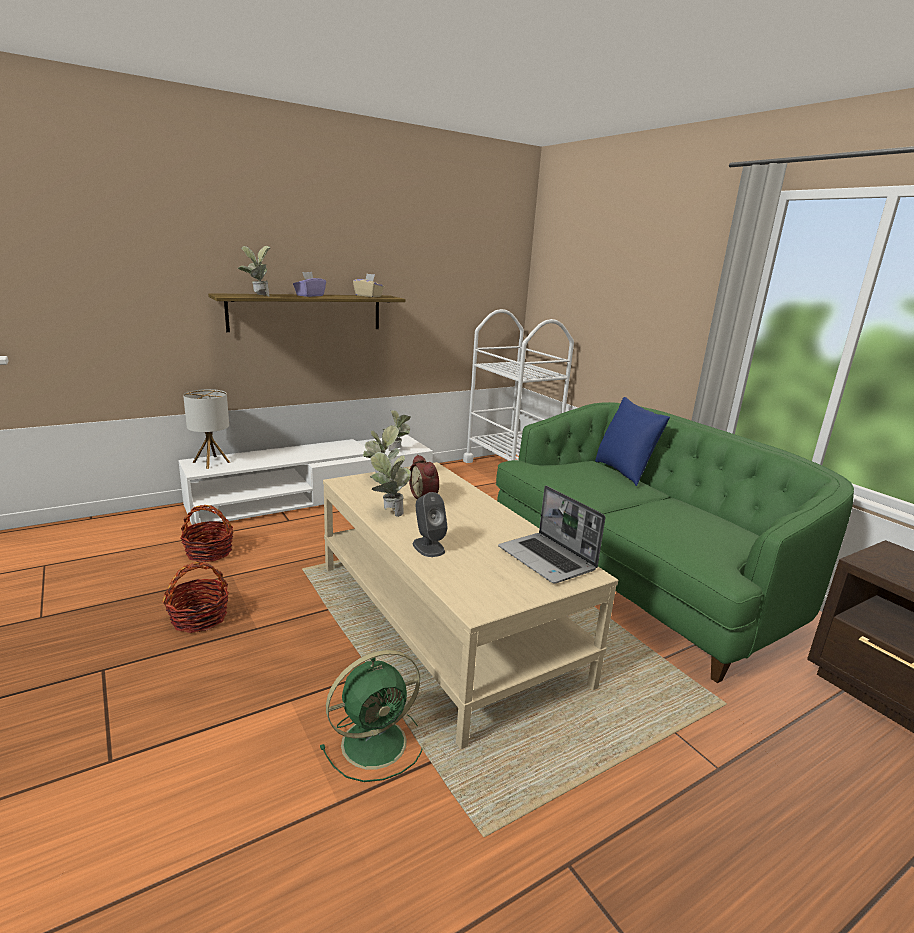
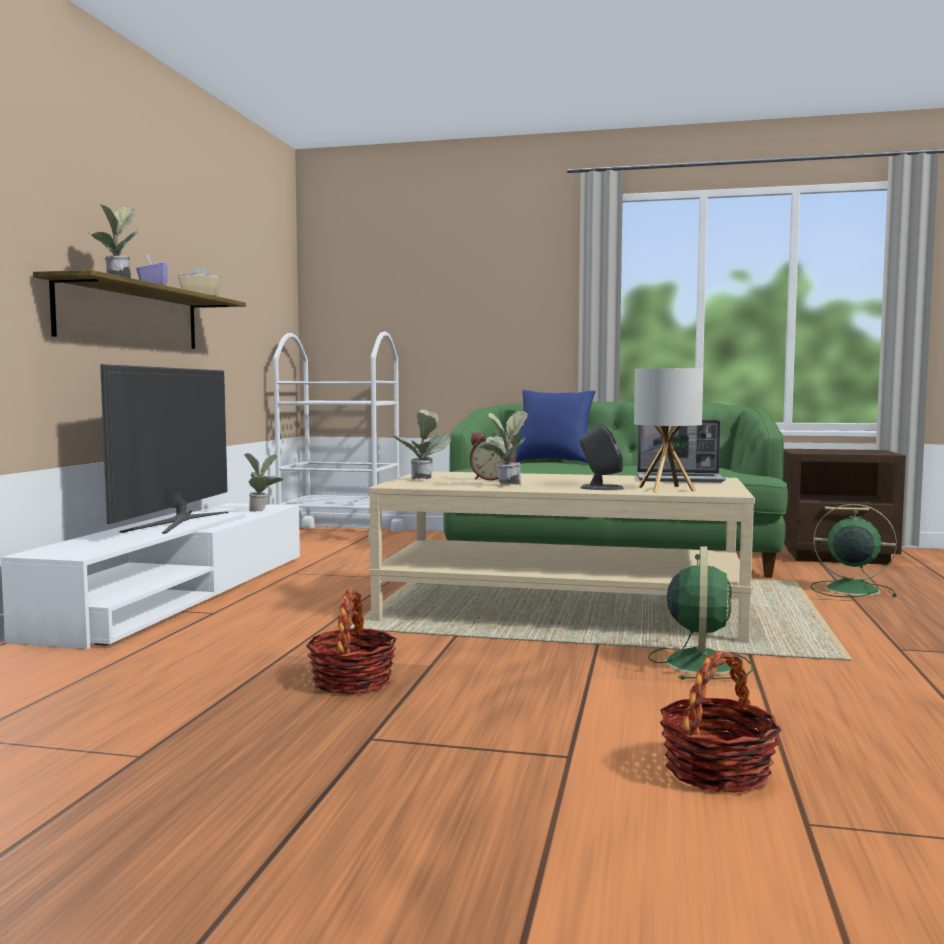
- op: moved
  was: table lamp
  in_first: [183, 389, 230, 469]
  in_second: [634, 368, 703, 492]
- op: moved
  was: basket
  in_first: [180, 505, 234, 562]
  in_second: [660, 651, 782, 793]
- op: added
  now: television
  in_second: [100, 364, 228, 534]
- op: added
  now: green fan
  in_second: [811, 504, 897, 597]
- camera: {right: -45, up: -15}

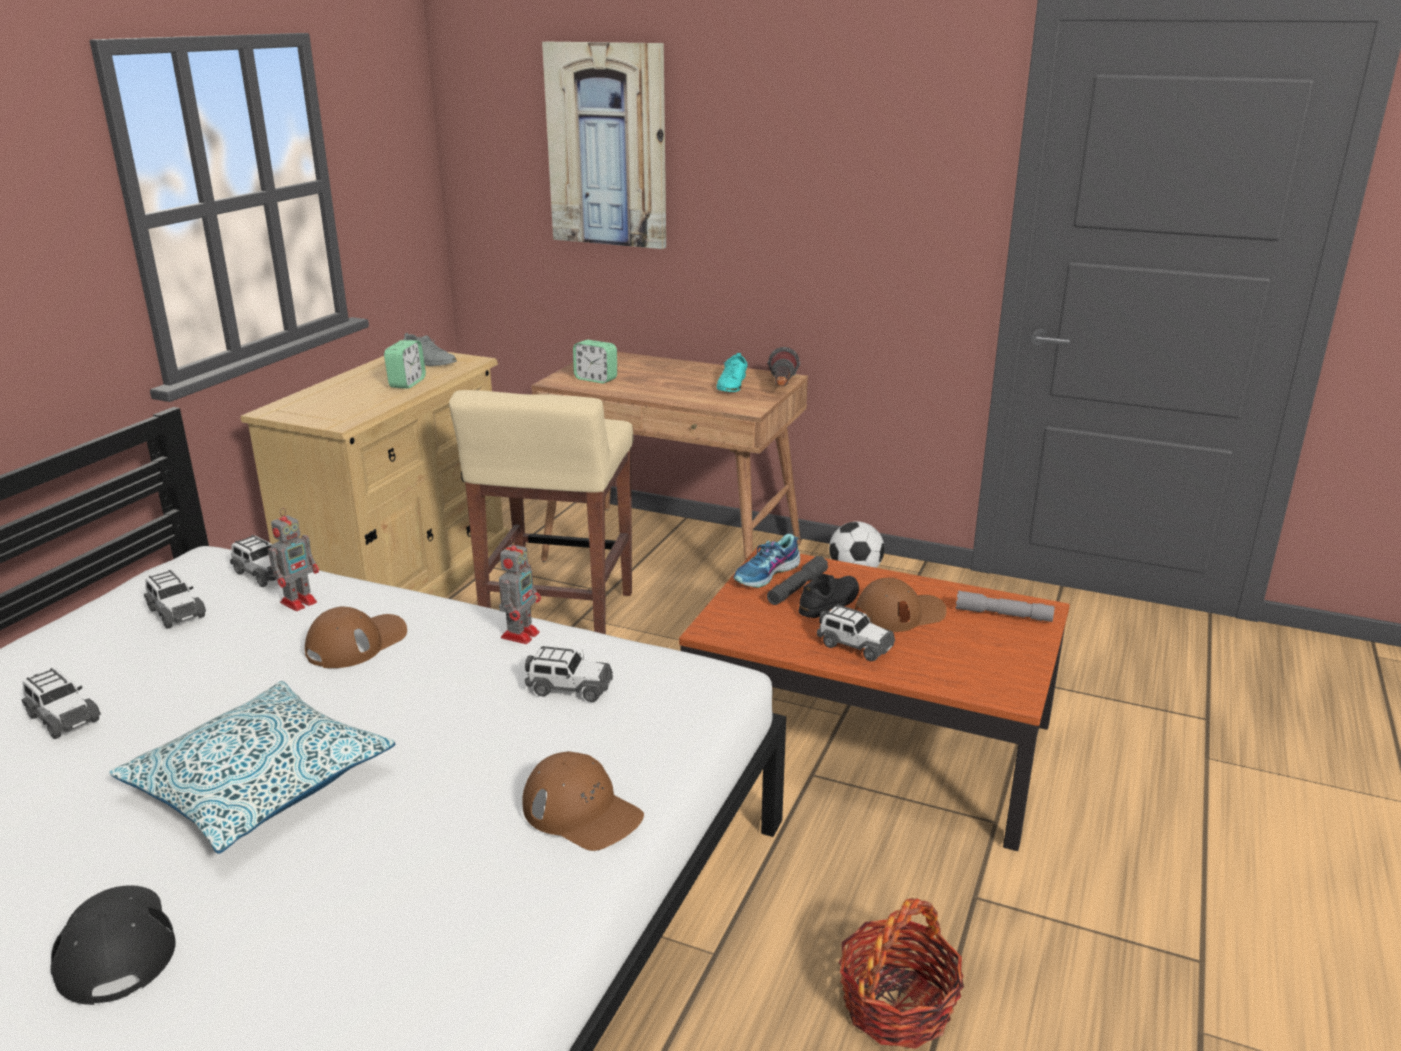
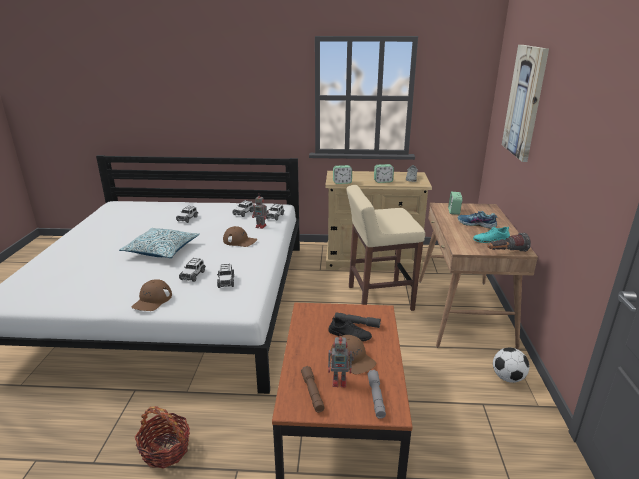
- op: moved
  was: shoe
  in_first: [734, 534, 800, 588]
  in_second: [458, 211, 498, 229]
- op: moved
  was: toy robot
  in_first: [499, 537, 541, 644]
  in_second: [328, 334, 354, 387]
- op: moved
  was: toy car
  in_first: [817, 605, 895, 661]
  in_second: [179, 258, 206, 282]
- op: removed
  was: black cap
  in_first: [50, 885, 176, 1005]
- op: added
  now: alarm clock
  in_second: [333, 165, 352, 184]
- op: added
  now: brown flashlight
  in_second: [301, 366, 325, 413]
- camera: {right: 70, up: 0}

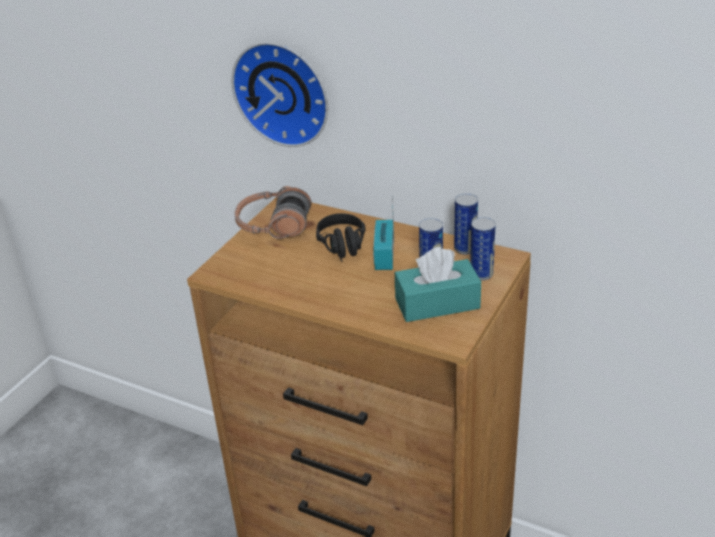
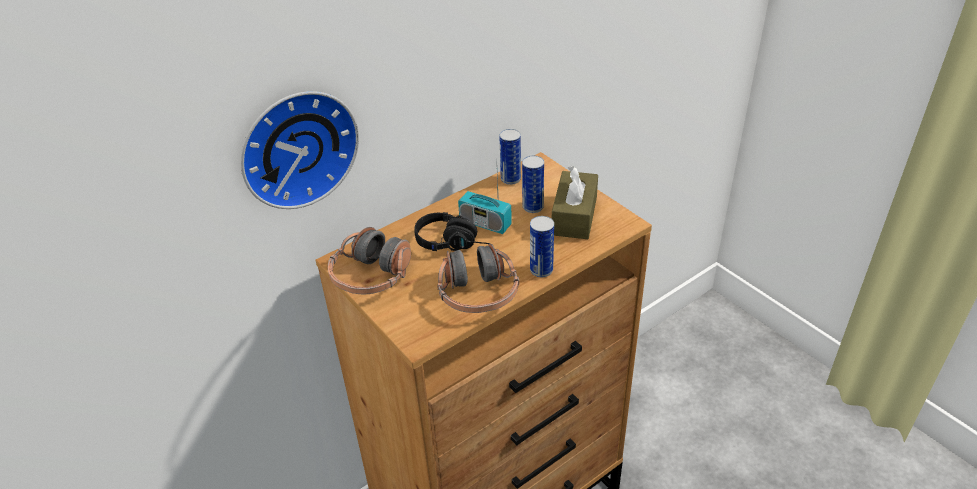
- op: moved
  was: can
  in_first: [470, 217, 496, 280]
  in_second: [530, 216, 554, 277]
- op: recoloured
  was: turquoise tissue box
  now: brown tissue box
  in_first: [395, 247, 481, 322]
  in_second: [552, 166, 598, 239]
- op: added
  now: headphones
  in_second: [438, 243, 519, 313]
- camera: {right: -65, up: 5}

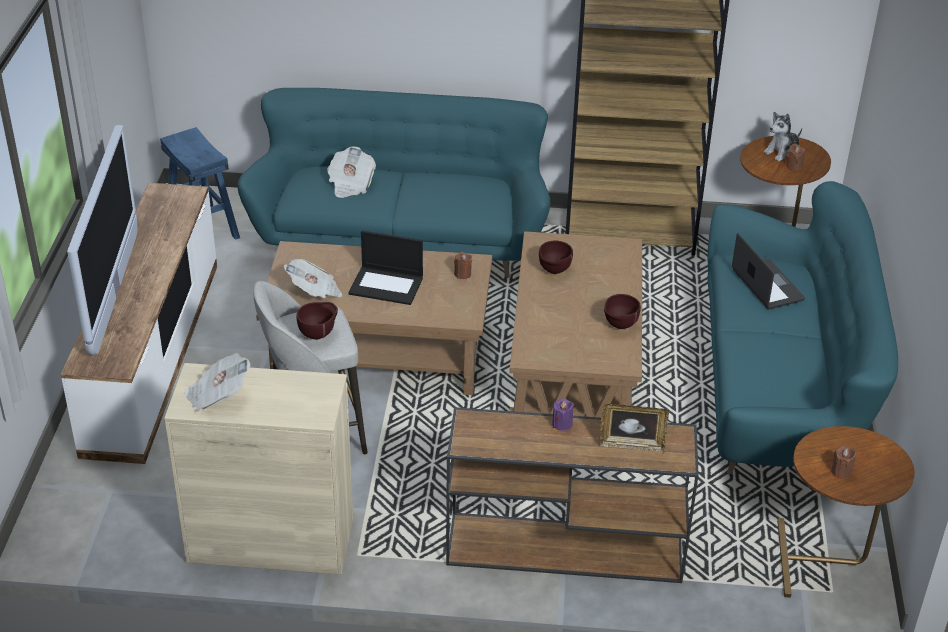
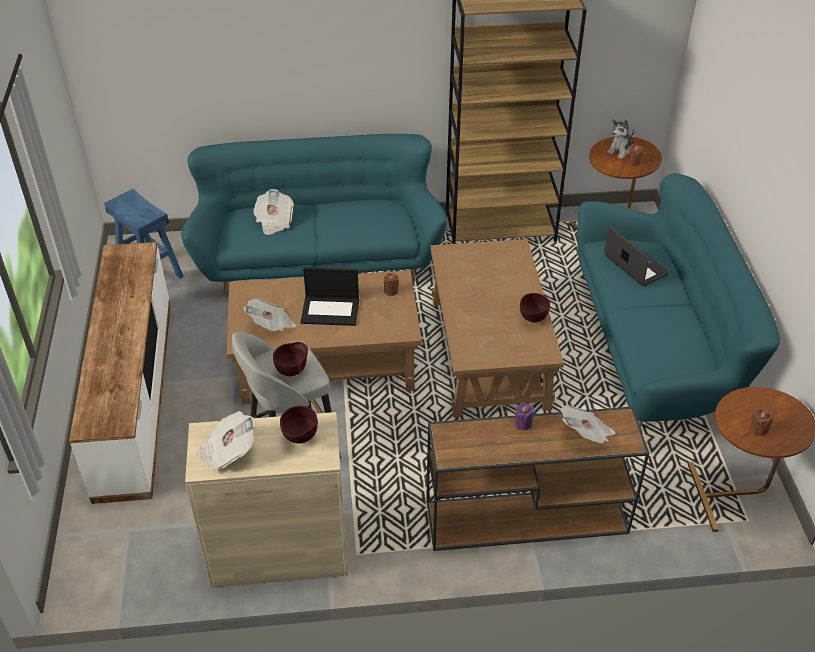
- op: removed
  was: television
  in_first: [67, 125, 137, 356]
- op: moved
  was: brown bowl
  in_first: [539, 241, 573, 274]
  in_second: [280, 406, 318, 443]
- op: replaced
  was: picture frame
  now: newspaper
  in_first: [599, 404, 669, 453]
  in_second: [561, 405, 615, 444]
- camera: {right: -10, up: 5}

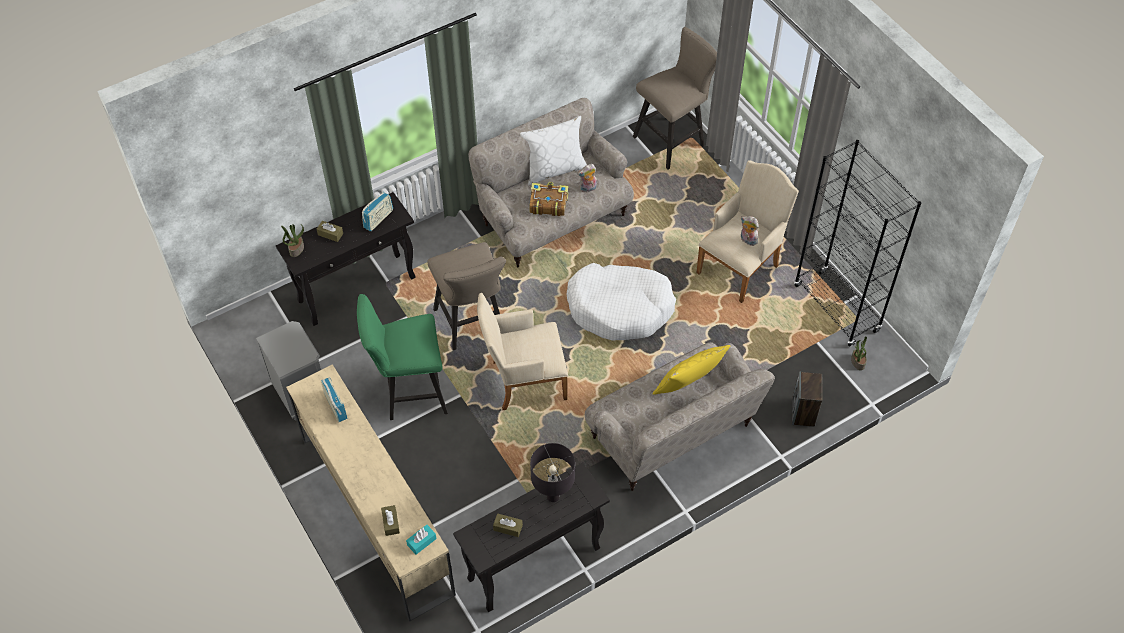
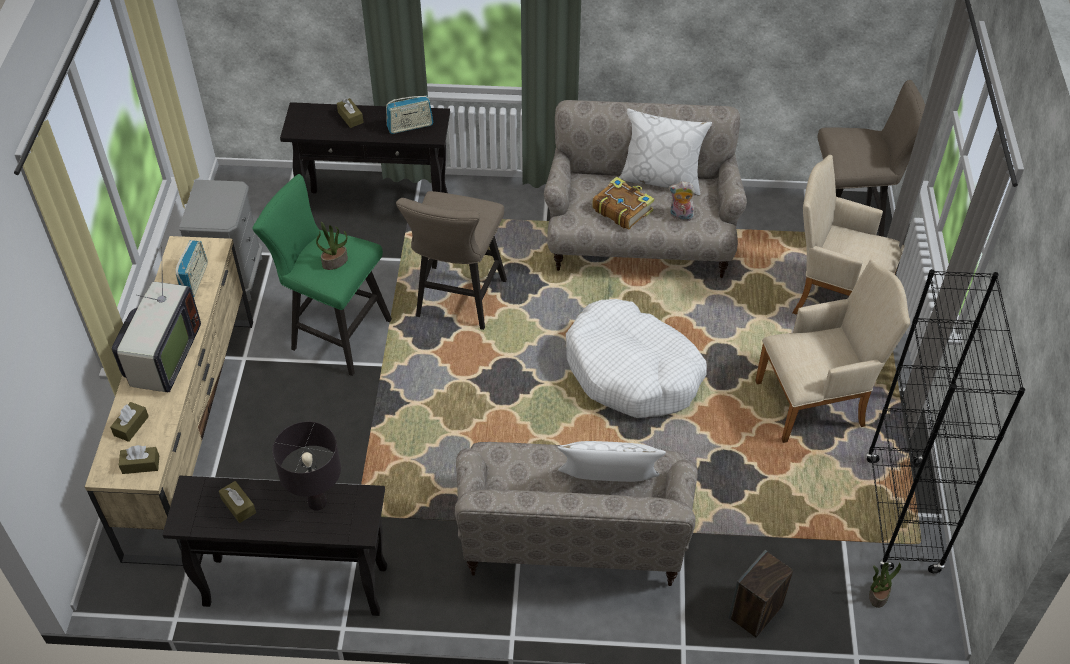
- op: removed
  was: plush toy
  in_first: [741, 216, 759, 246]
- op: moved
  was: potted plant
  in_first: [281, 224, 304, 257]
  in_second: [316, 222, 348, 270]
- op: moved
  was: beige armchair
  in_first: [477, 293, 568, 410]
  in_second: [792, 155, 905, 315]
- op: recoloured
  was: yellow pillow
  now: white pillow
  in_first: [653, 345, 731, 395]
  in_second: [558, 441, 666, 482]
- op: recoloured
  was: turquoise tissue box
  now: brown tissue box
  in_first: [406, 525, 437, 555]
  in_second: [119, 445, 159, 474]
- op: added
  now: television
  in_second: [112, 247, 201, 392]
- camera: {right: 35, up: -5}

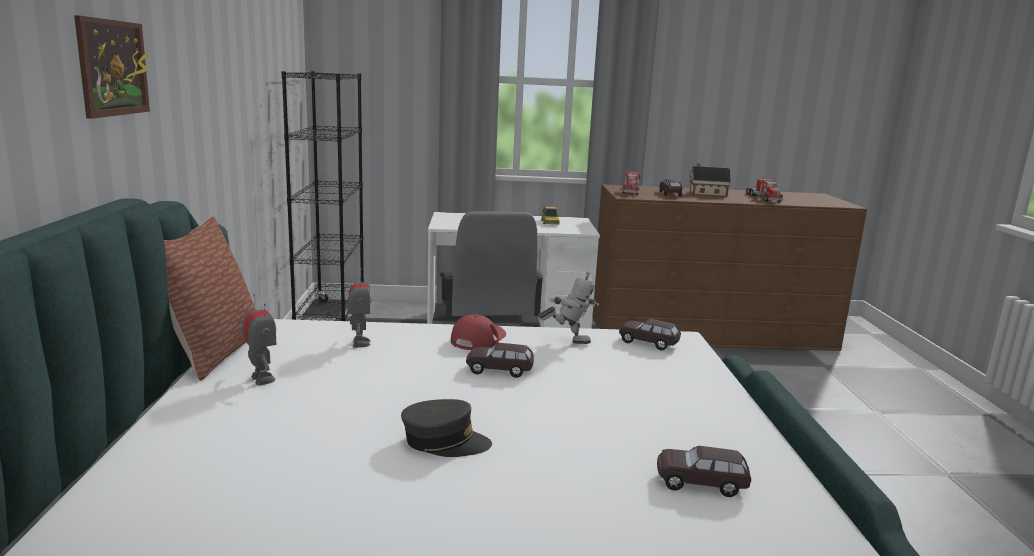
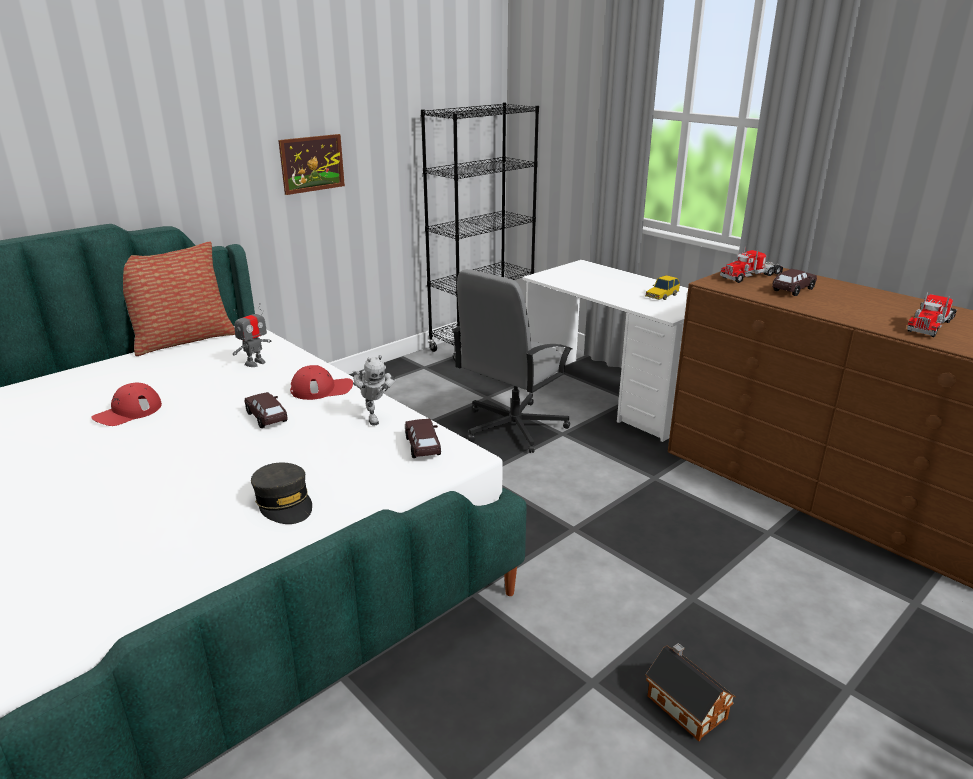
- op: moved
  was: picture
  in_first: [74, 15, 150, 119]
  in_second: [278, 134, 345, 195]
- op: moved
  was: toy house
  in_first: [689, 163, 731, 197]
  in_second: [645, 643, 736, 741]
- op: removed
  was: toy robot
  in_first: [242, 294, 276, 386]
- op: moved
  was: grey cap
  in_first: [401, 399, 492, 457]
  in_second: [251, 463, 312, 524]
- op: removed
  was: brown toy car
  in_first: [657, 446, 751, 497]
- op: added
  now: red cap
  in_second: [91, 383, 162, 426]
- camera: {right: 50, up: 10}

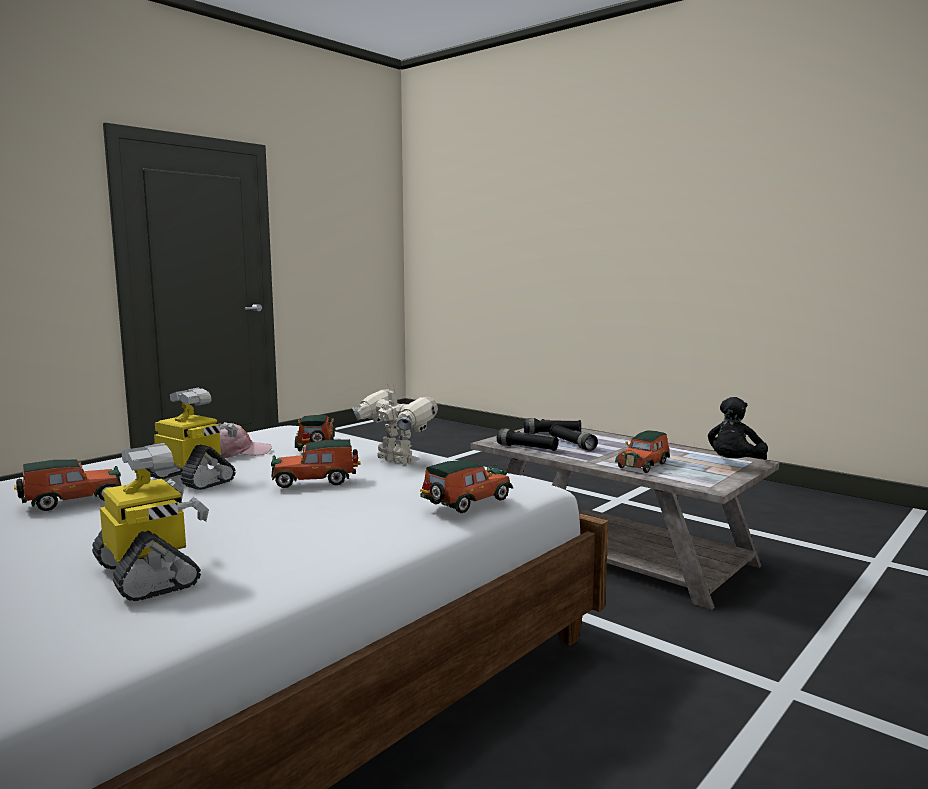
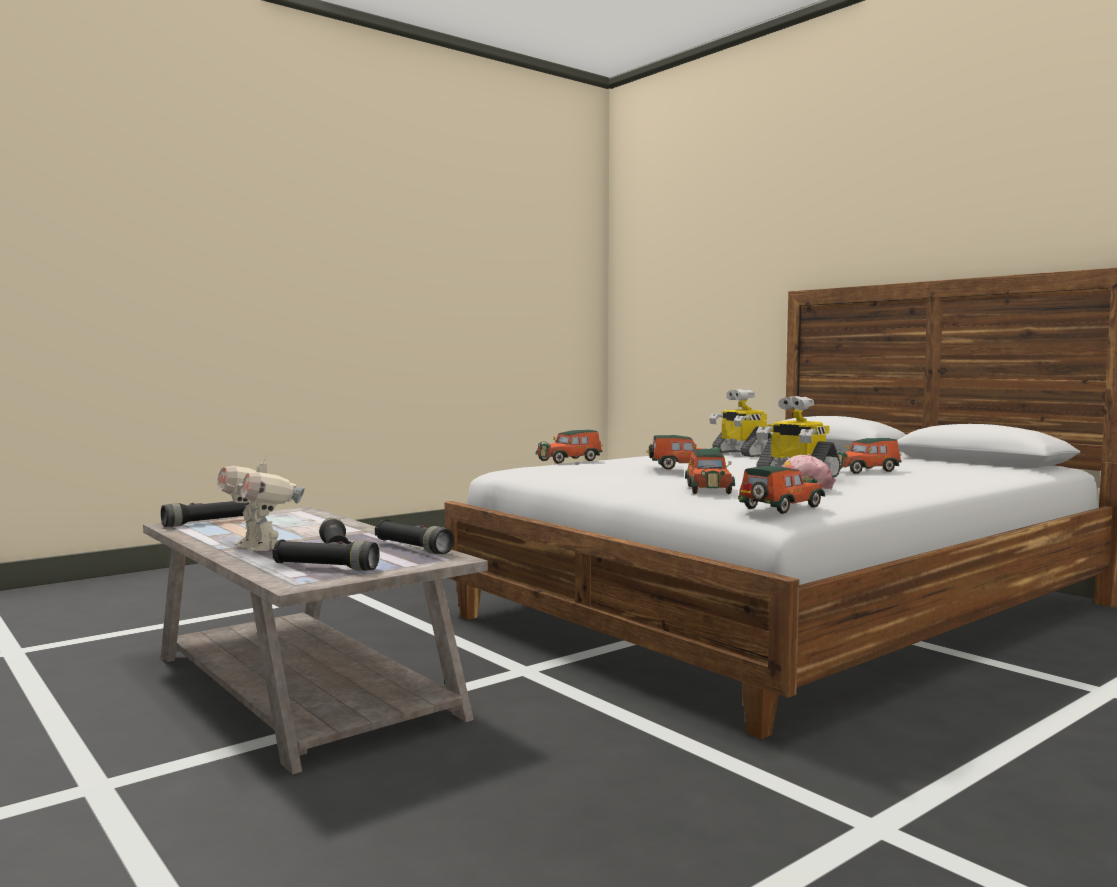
- op: moved
  was: toy robot
  in_first: [352, 384, 438, 464]
  in_second: [217, 453, 305, 551]
- op: replaced
  was: black plush toy
  now: black flashlight
  in_first: [708, 397, 768, 460]
  in_second: [161, 501, 249, 527]
- op: moved
  was: toy car
  in_first: [615, 430, 670, 473]
  in_second: [738, 466, 826, 514]
- camera: {right: -170, up: -5}

